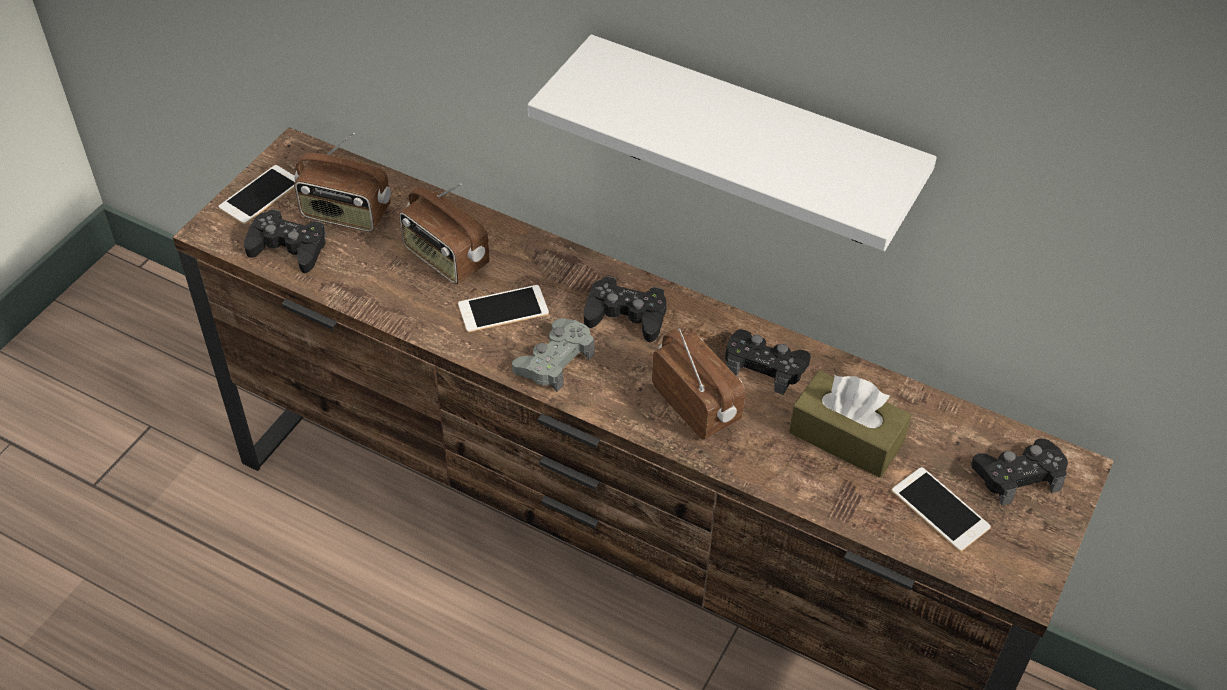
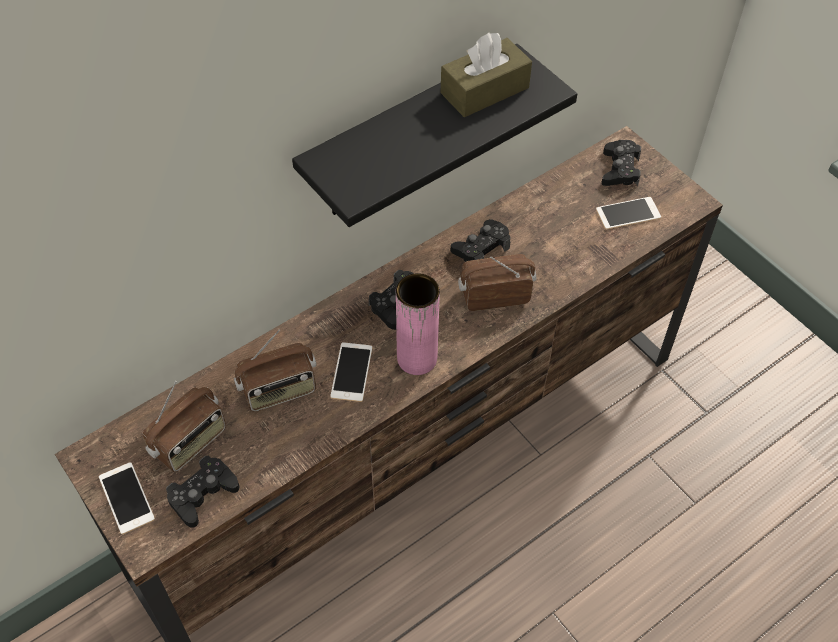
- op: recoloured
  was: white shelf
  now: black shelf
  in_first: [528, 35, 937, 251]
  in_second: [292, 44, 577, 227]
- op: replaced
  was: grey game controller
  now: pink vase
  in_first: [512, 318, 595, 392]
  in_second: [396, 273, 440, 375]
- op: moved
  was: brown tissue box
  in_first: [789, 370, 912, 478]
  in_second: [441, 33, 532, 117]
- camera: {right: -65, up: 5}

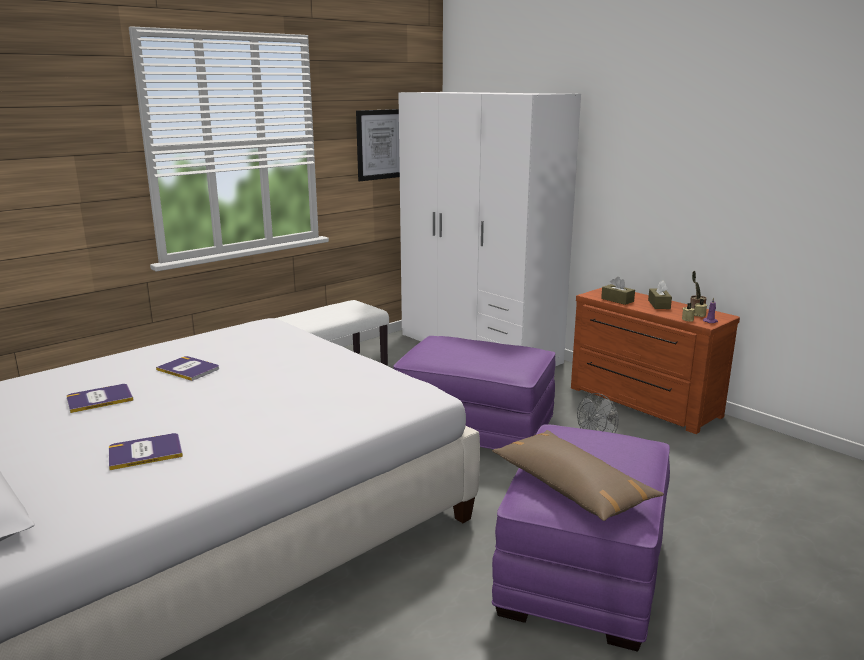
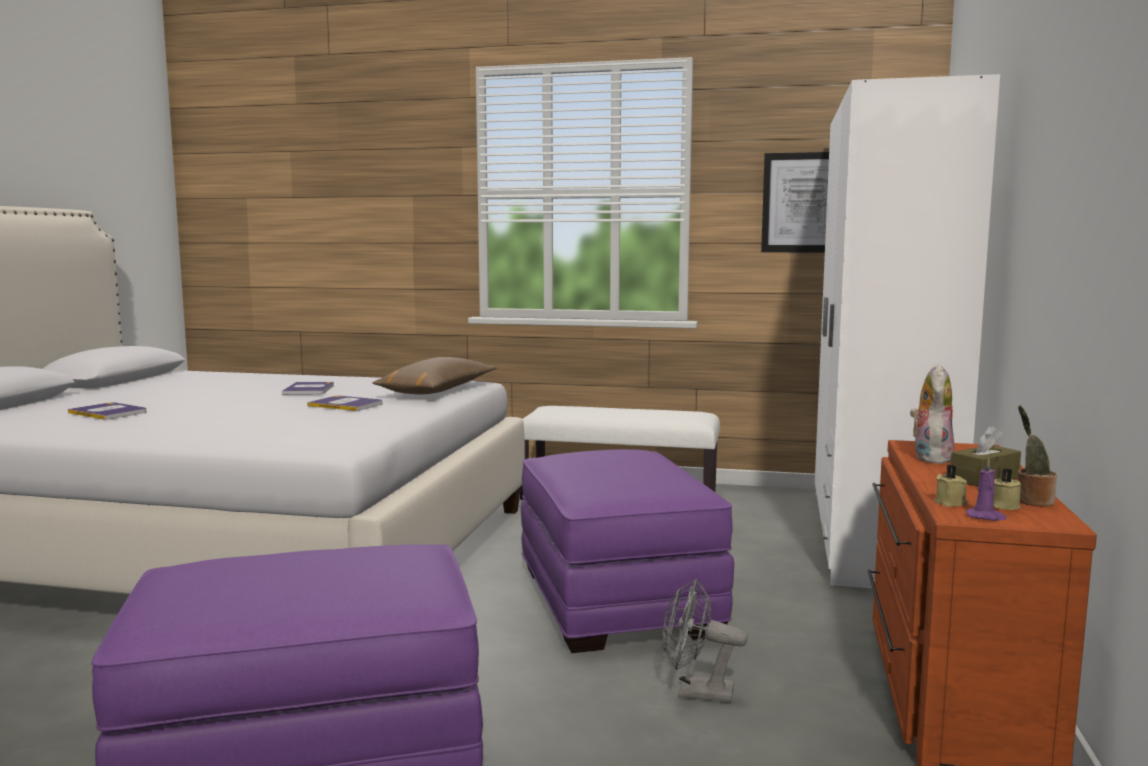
- op: replaced
  was: brown tissue box
  now: plush toy
  in_first: [601, 277, 635, 305]
  in_second: [910, 363, 954, 464]
- op: moved
  was: book
  in_first: [66, 384, 134, 413]
  in_second: [307, 396, 382, 411]
- op: moved
  was: brown pillow
  in_first: [492, 430, 664, 521]
  in_second: [372, 357, 497, 394]
- camera: {right: 55, up: -10}

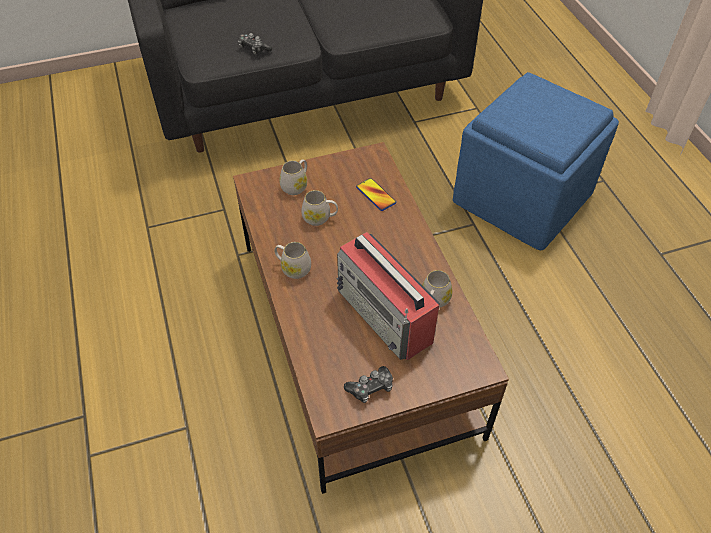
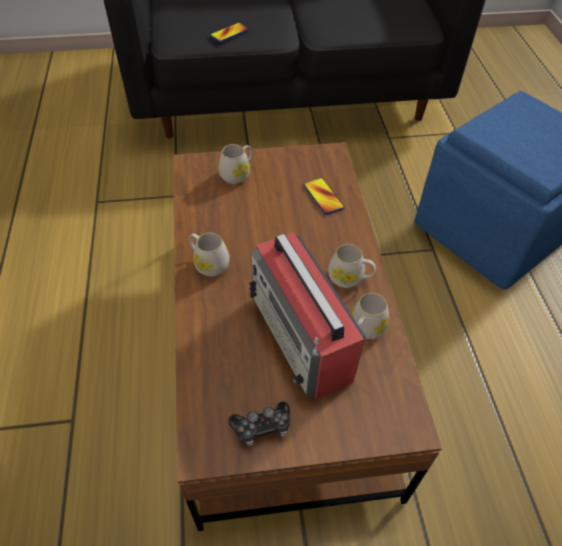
- op: replaced
  was: game controller
  now: phone
  in_first: [238, 33, 272, 55]
  in_second: [210, 22, 249, 42]
- op: moved
  was: white mug
  in_first: [301, 190, 338, 226]
  in_second: [328, 244, 376, 288]
- camera: {right: 10, up: 0}

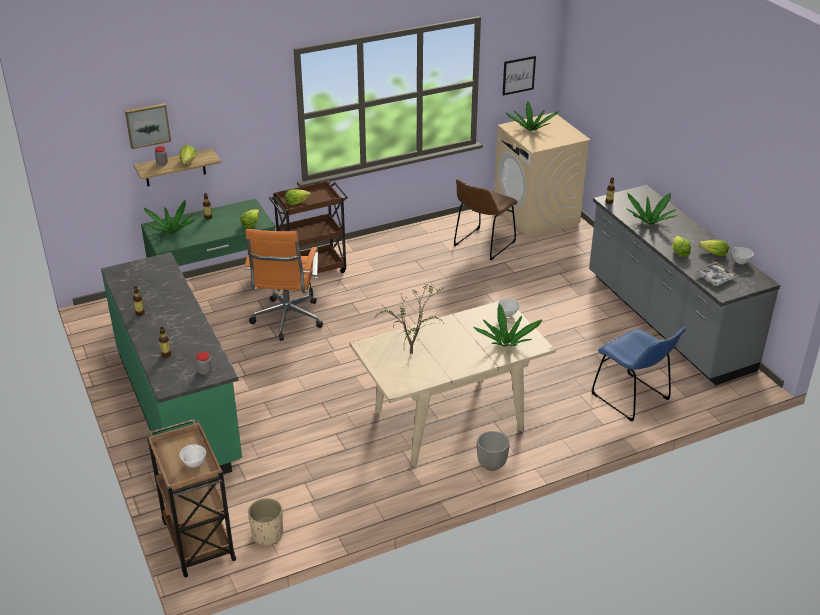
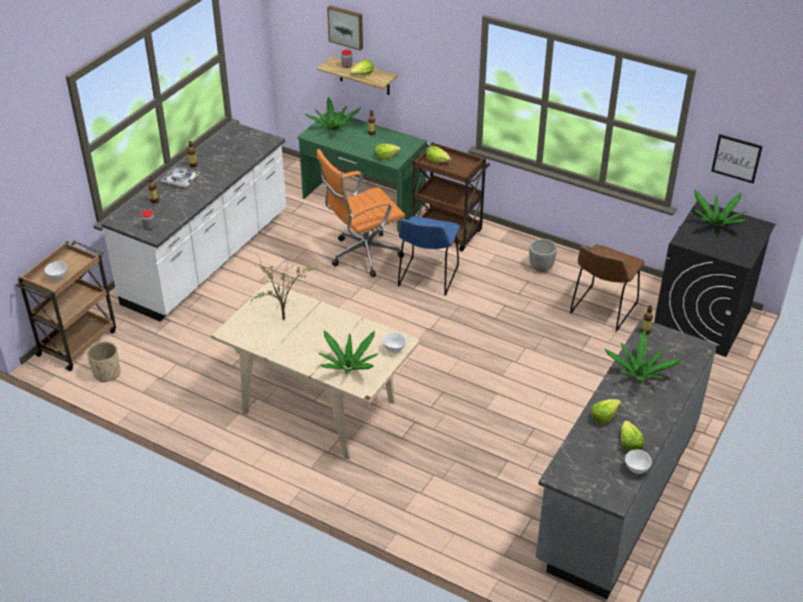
- op: recoloured
  was: beige washing machine
  now: black washing machine
  in_first: [494, 113, 591, 237]
  in_second: [654, 201, 776, 357]
- op: turned
  was: brown chair
  in_first: [454, 179, 518, 260]
  in_second: [570, 244, 645, 331]
  clockwise: -60
- op: recoloured
  was: green counter
  now: white counter
  in_first: [101, 252, 242, 474]
  in_second: [101, 122, 286, 321]
- op: moved
  was: tray
  in_first: [695, 262, 738, 286]
  in_second: [161, 166, 200, 187]
- op: moved
  was: blue chair
  in_first: [592, 327, 686, 422]
  in_second: [398, 216, 460, 295]
- op: moved
  was: planter
  in_first: [477, 431, 510, 471]
  in_second: [529, 239, 557, 272]
- camera: {right: 55, up: 5}

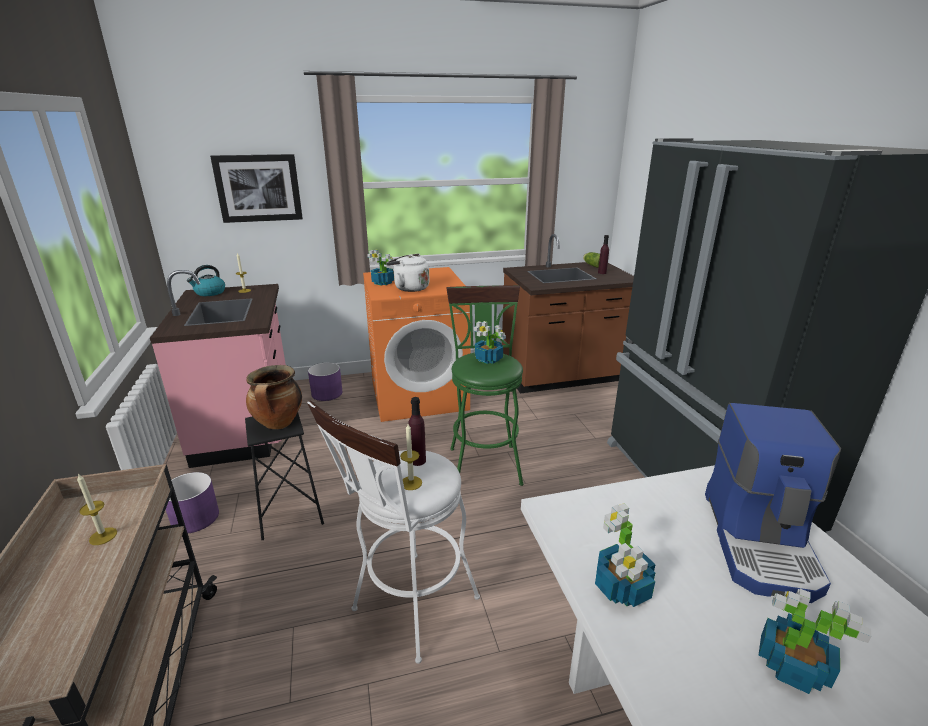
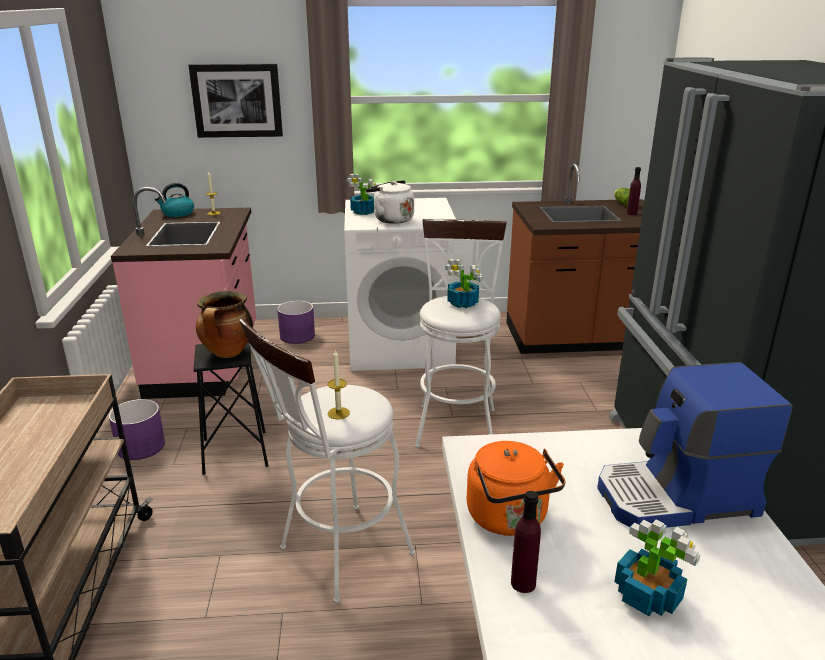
- op: recoloured
  was: orange washing machine
  now: white washing machine
  in_first: [363, 267, 471, 422]
  in_second: [344, 198, 456, 371]
- op: recoloured
  was: green stool
  now: white stool
  in_first: [446, 285, 524, 486]
  in_second: [415, 219, 507, 448]
- op: moved
  was: purple bottle
  in_first: [408, 397, 426, 466]
  in_second: [511, 491, 541, 593]
- op: turned
  was: coffee machine
  in_first: [705, 403, 841, 603]
  in_second: [597, 362, 793, 528]
  clockwise: 60
- op: removed
  was: candle
  in_first: [77, 473, 117, 545]
- op: replaced
  was: potted plant
  now: orange kettle
  in_first: [595, 503, 656, 607]
  in_second: [467, 441, 565, 536]
- camera: {right: 10, up: 0}

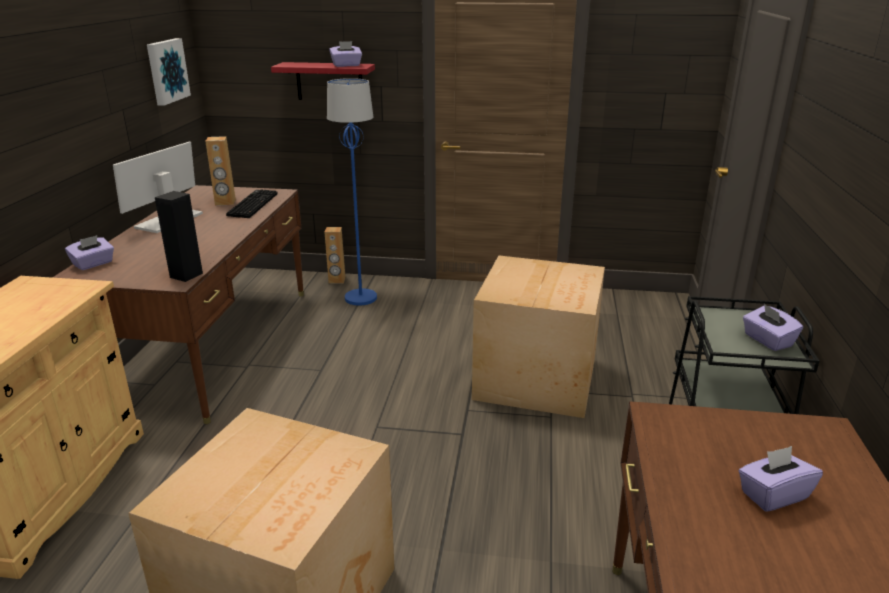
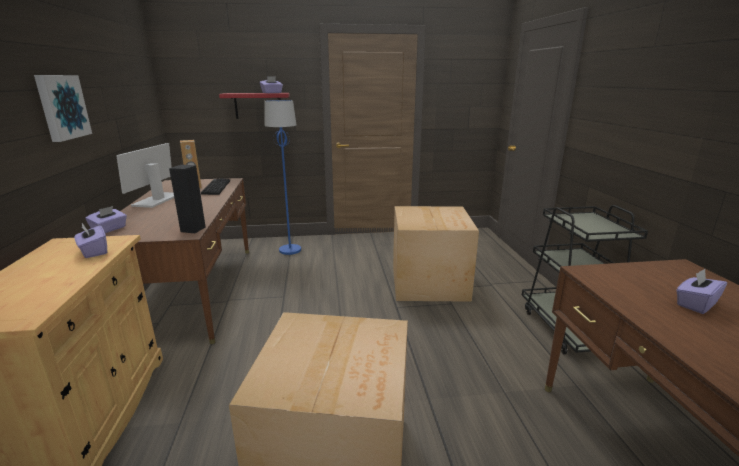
- op: moved
  was: picture
  in_first: [147, 38, 191, 106]
  in_second: [34, 75, 92, 142]
- op: removed
  was: brown speaker
  in_first: [324, 227, 346, 284]
- op: moved
  was: purple tissue box
  in_first: [743, 304, 803, 351]
  in_second: [74, 223, 107, 258]
- camera: {right: -15, up: -5}

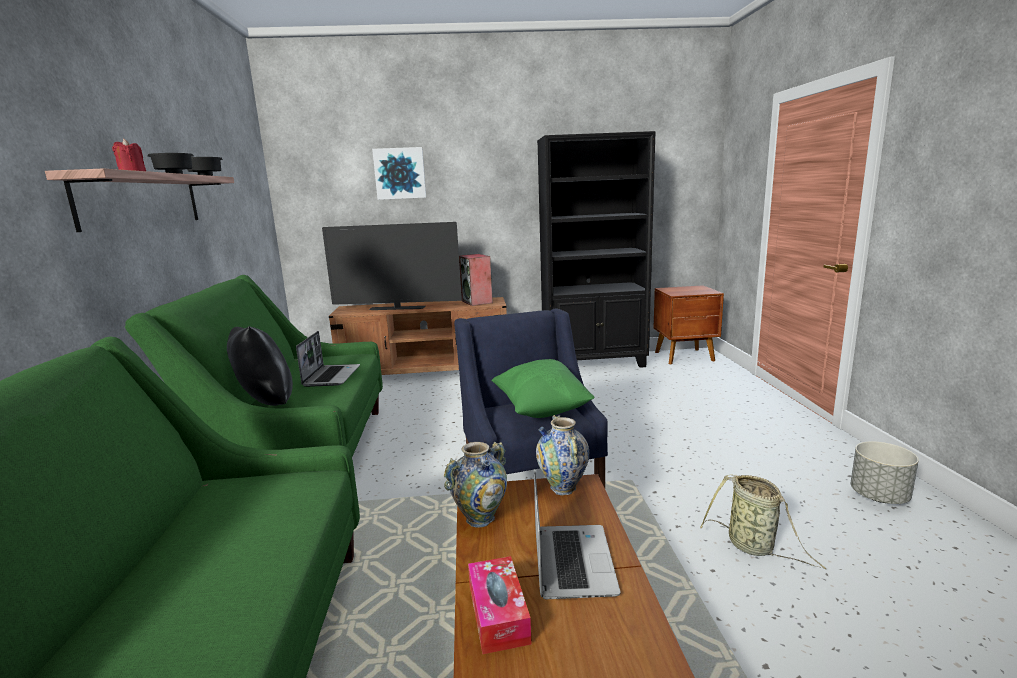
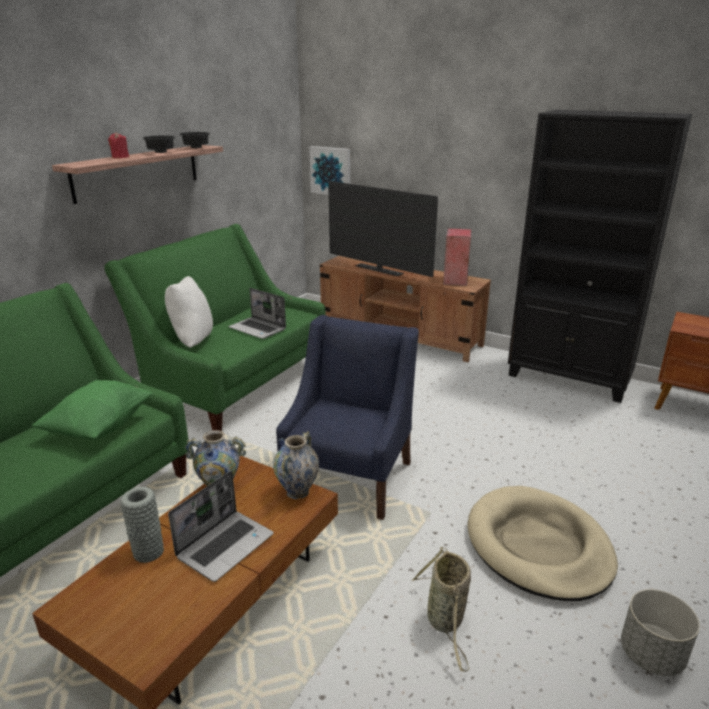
- op: moved
  was: picture
  in_first: [372, 147, 426, 200]
  in_second: [309, 146, 350, 195]
- op: recoloured
  was: black pillow
  now: white pillow
  in_first: [227, 326, 293, 406]
  in_second: [165, 276, 213, 348]
- op: turned
  was: laptop
  in_first: [296, 331, 360, 387]
  in_second: [228, 288, 286, 339]
  clockwise: 90
- op: moved
  was: green pillow
  in_first: [492, 359, 595, 418]
  in_second: [32, 380, 152, 440]
- op: replaced
  was: tissue box
  now: grey vase
  in_first: [468, 556, 532, 654]
  in_second: [120, 487, 164, 563]
- op: added
  now: beige dog bed
  in_second: [468, 486, 618, 601]
- camera: {right: 35, up: 10}

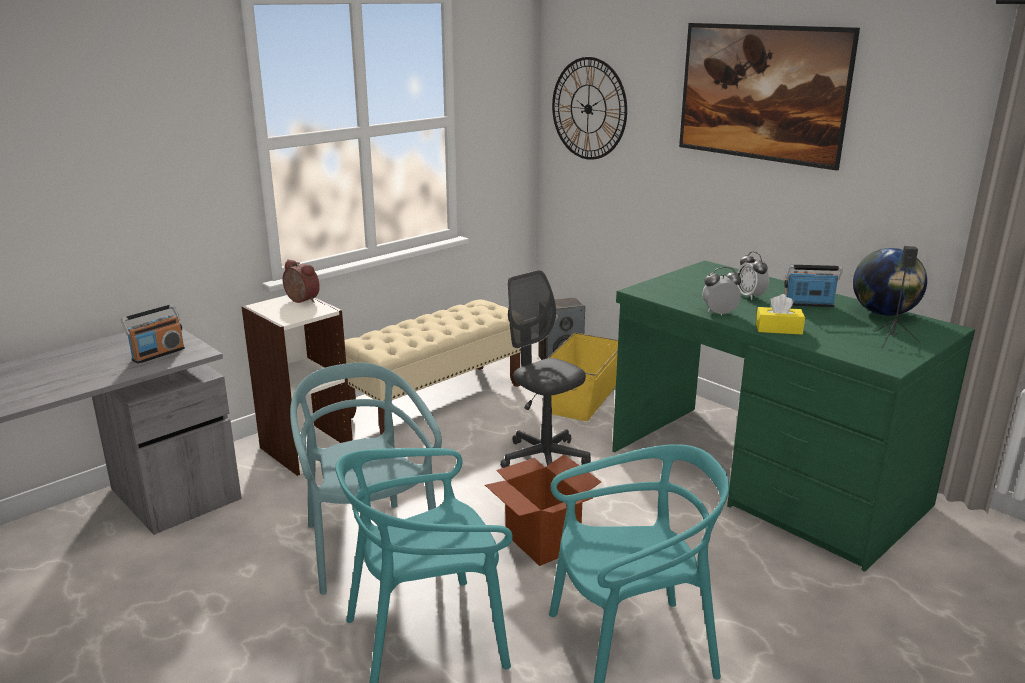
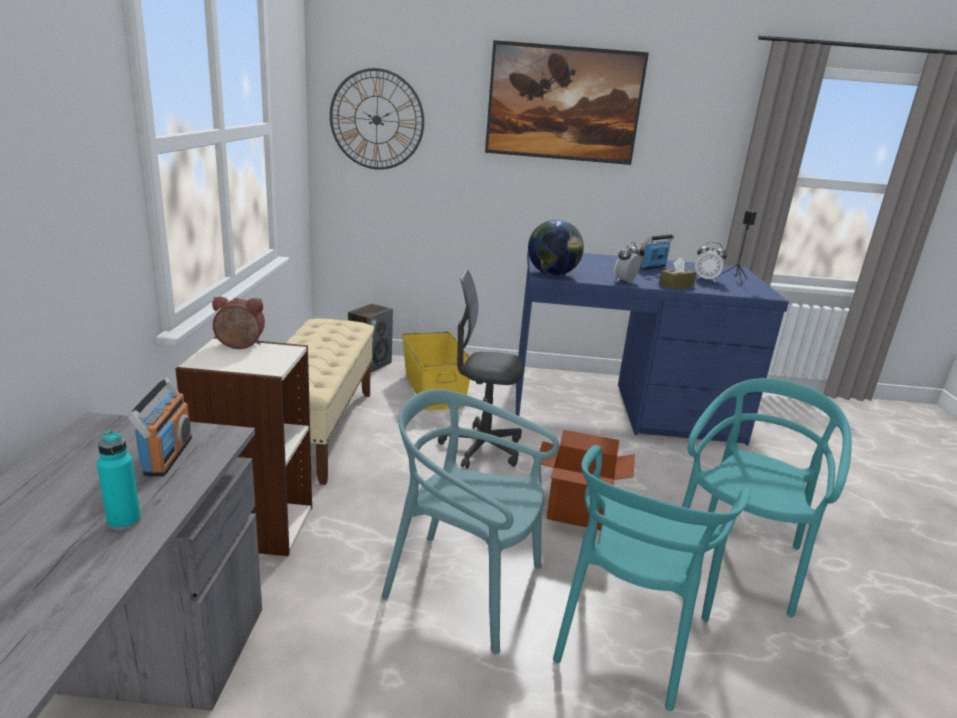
- op: moved
  was: globe
  in_first: [853, 248, 927, 316]
  in_second: [528, 220, 584, 276]
- op: moved
  was: alarm clock
  in_first: [737, 251, 769, 300]
  in_second: [695, 242, 727, 282]
- op: recoloured
  was: green desk
  now: blue desk
  in_first: [612, 261, 975, 572]
  in_second: [516, 253, 789, 446]
- op: recoloured
  was: yellow tissue box
  now: brown tissue box
  in_first: [756, 294, 805, 335]
  in_second: [659, 257, 697, 290]
- op: added
  now: turquoise bottle
  in_second: [97, 430, 141, 531]
- camera: {right: -45, up: 0}

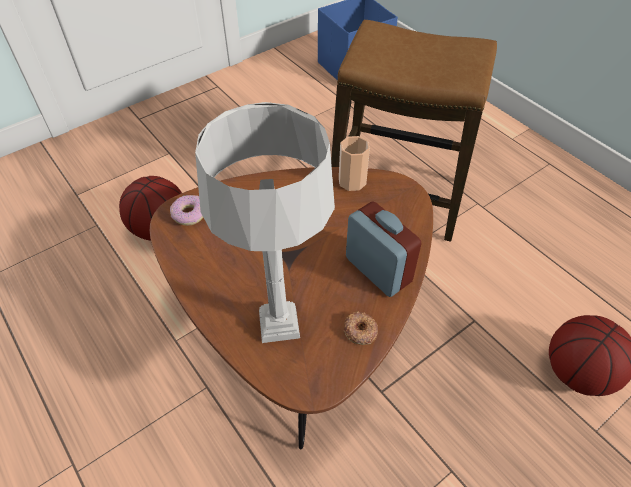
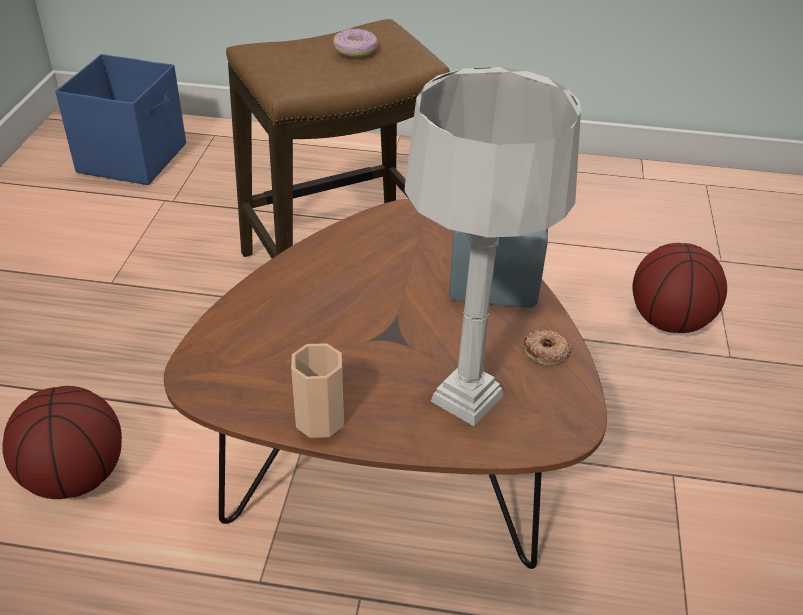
- op: moved
  was: cup
  in_first: [339, 136, 370, 191]
  in_second: [291, 343, 344, 438]
- op: moved
  was: donut
  in_first: [170, 195, 203, 226]
  in_second: [334, 28, 378, 57]
- camera: {right: -45, up: -10}

